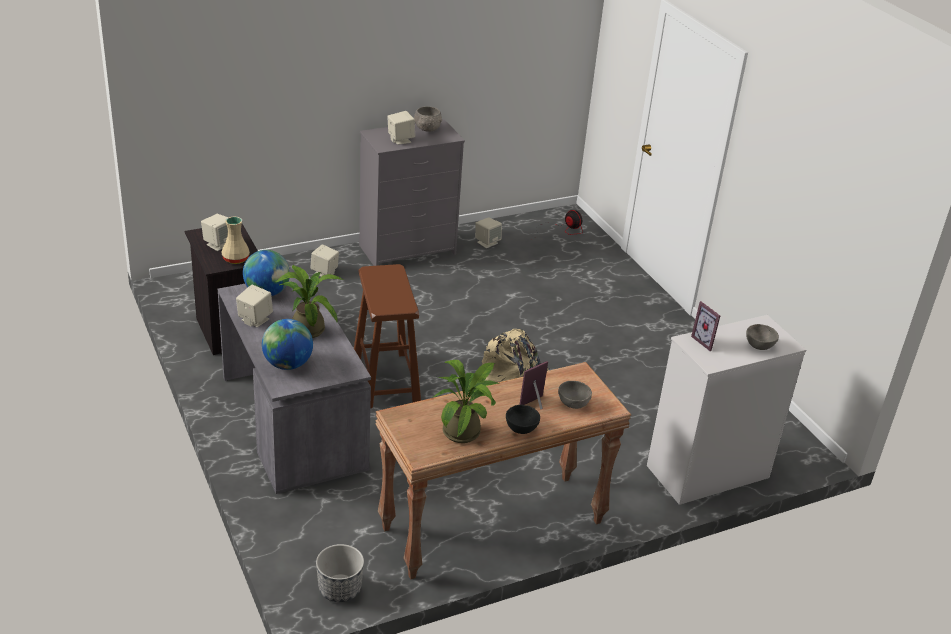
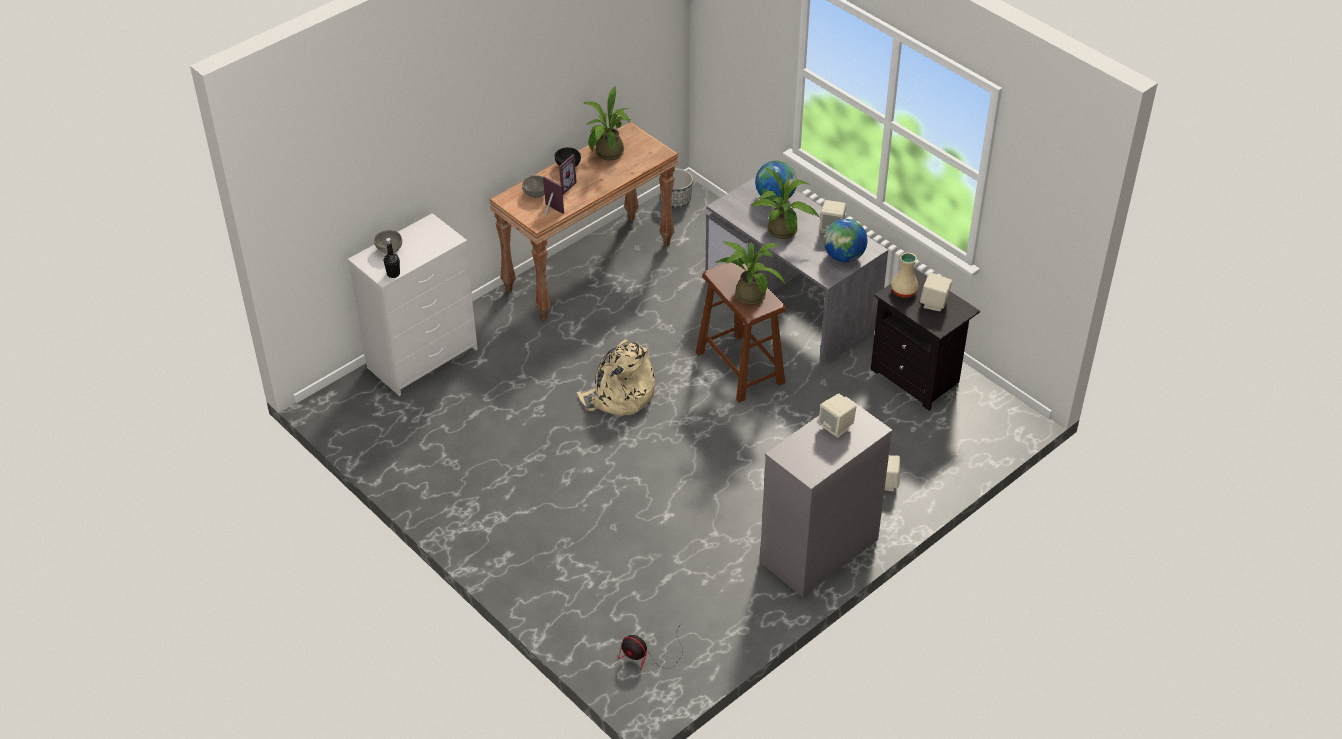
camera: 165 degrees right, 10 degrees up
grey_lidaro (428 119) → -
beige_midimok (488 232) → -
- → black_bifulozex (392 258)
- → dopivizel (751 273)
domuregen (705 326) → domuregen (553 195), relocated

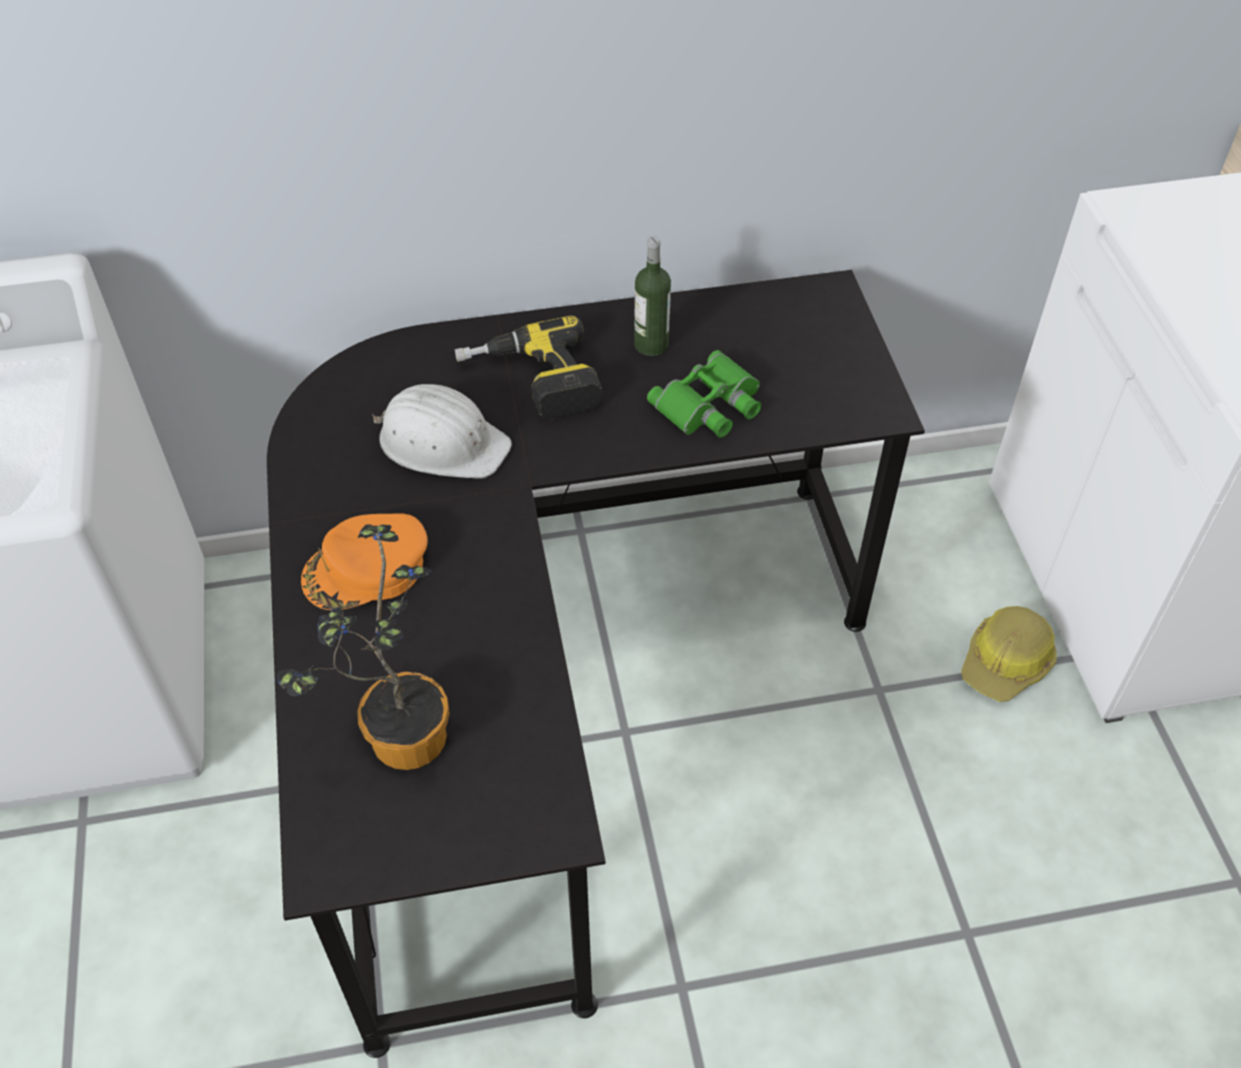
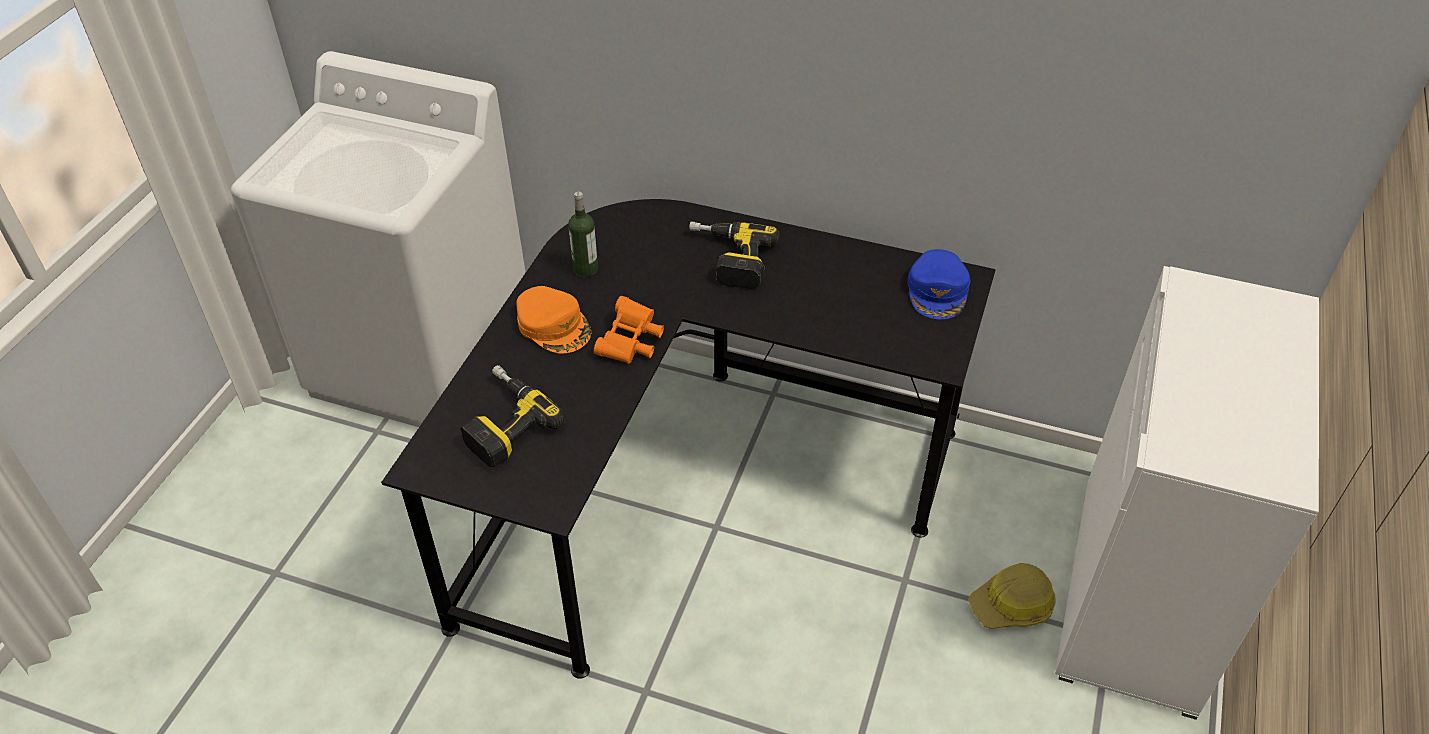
camera: 30 degrees right, 5 degrees down
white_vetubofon (442 431) → -
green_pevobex (704 394) → -
- → orange_pevobex (629 330)
- → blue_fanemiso (938 284)
bifulozex (652 296) → bifulozex (583 234), relocated
dopivizel (363 647) → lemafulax (512 416)
orange_fanemiso (364 561) → orange_fanemiso (553 320), 135 degrees counterclockwise

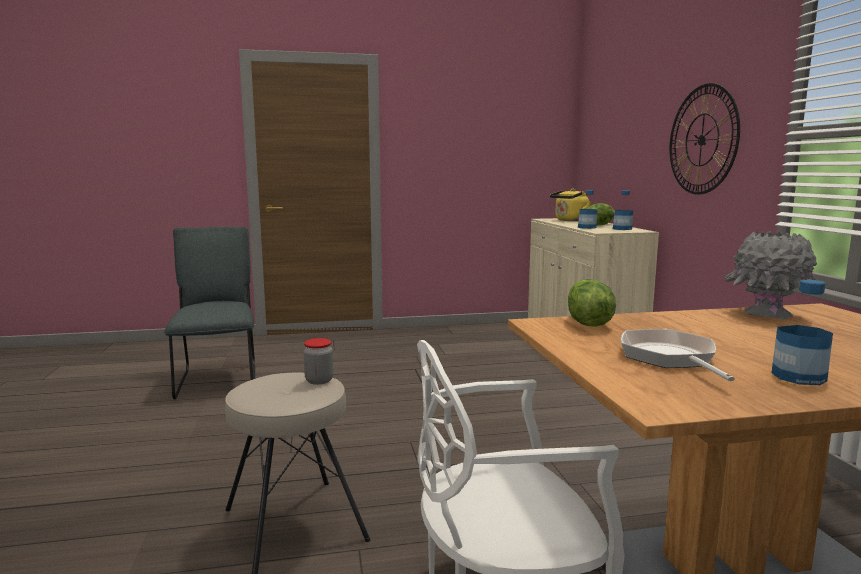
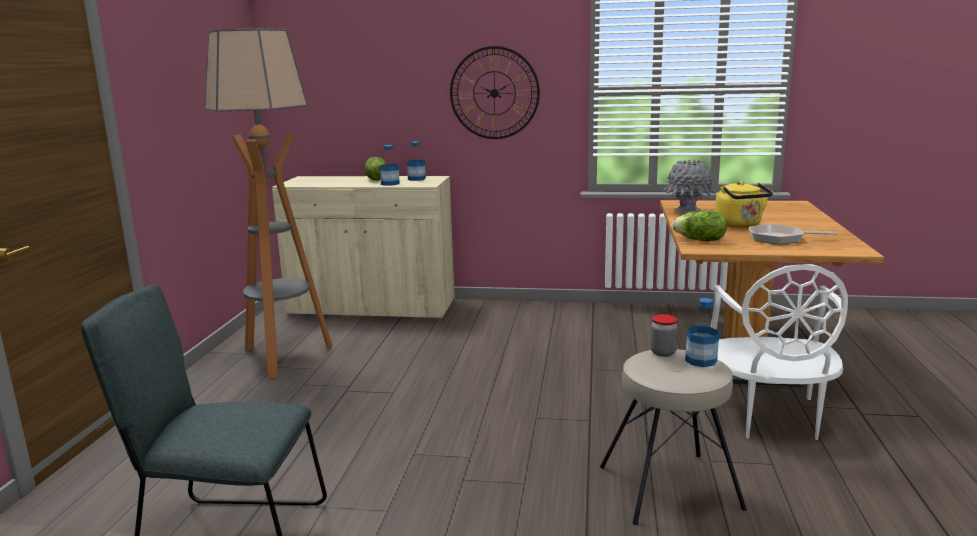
camera: 70 degrees left, 5 degrees up
- → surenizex (268 203)
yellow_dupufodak (570 205) → yellow_dupufodak (744 204), relocated
bifulozex (802 332) → bifulozex (702 332), relocated

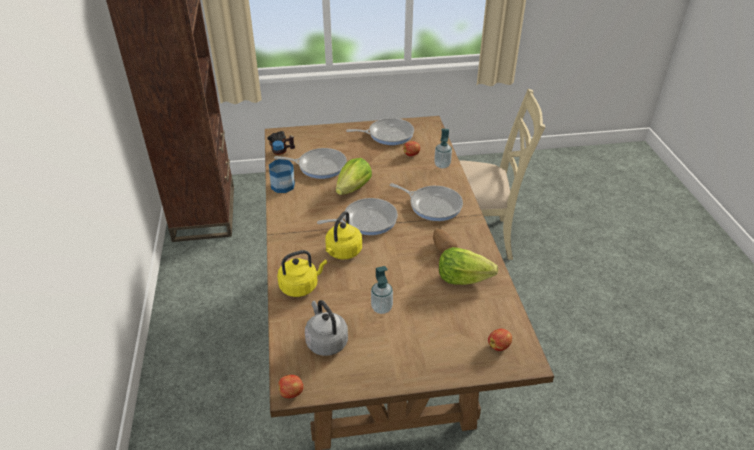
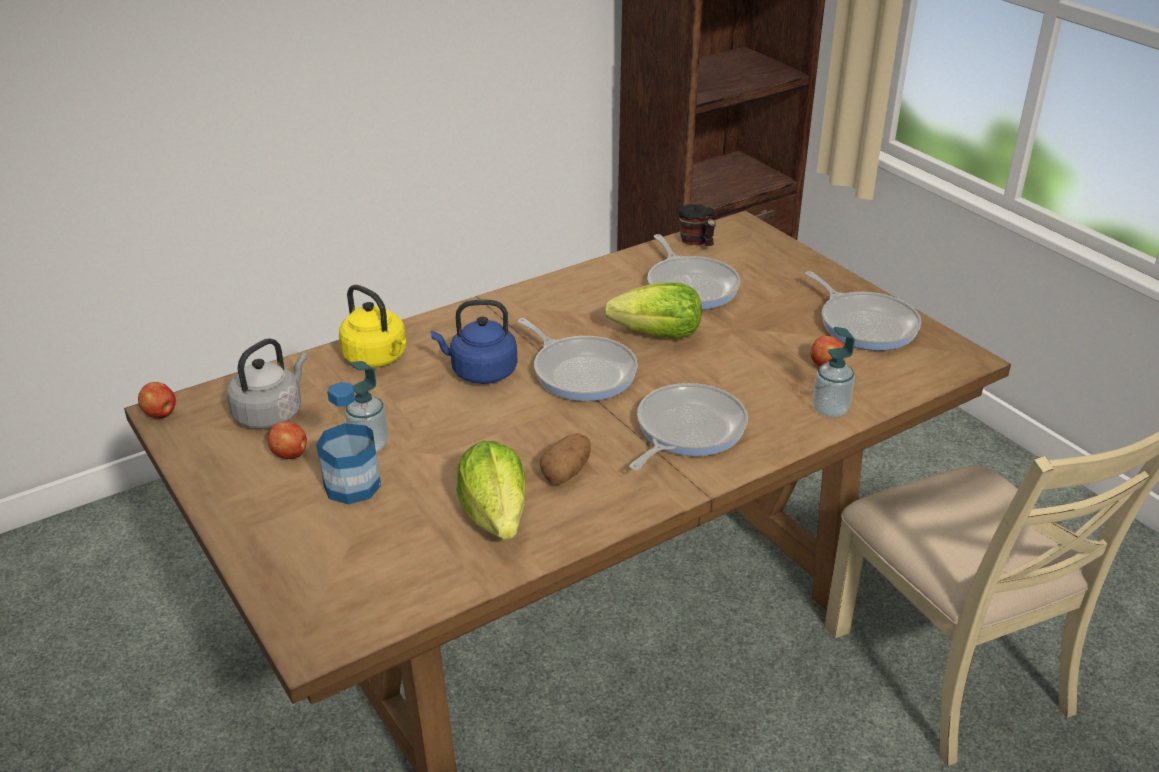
camera: 65 degrees right, 5 degrees down
bifulozex (282 166) → bifulozex (348 443), relocated
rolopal (500 340) → rolopal (287 440), relocated
yellow_dupufodak (343 235) → blue_dupufodak (474 342)
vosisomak (426 202) → vosisomak (688 427), 150 degrees counterclockwise

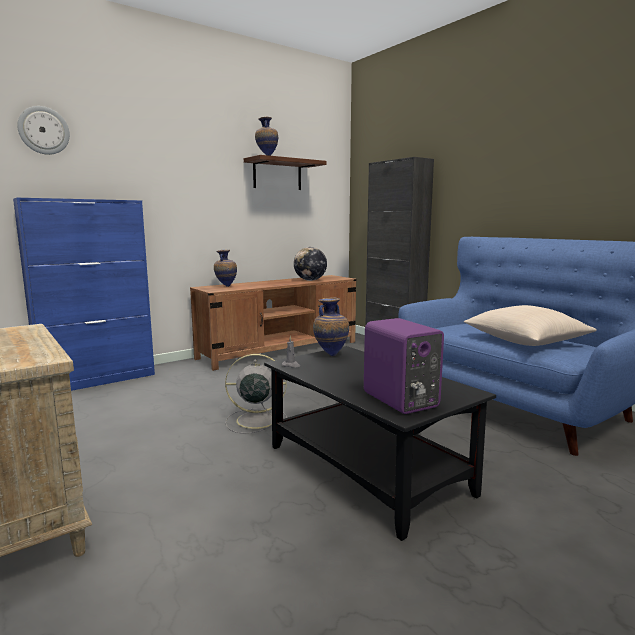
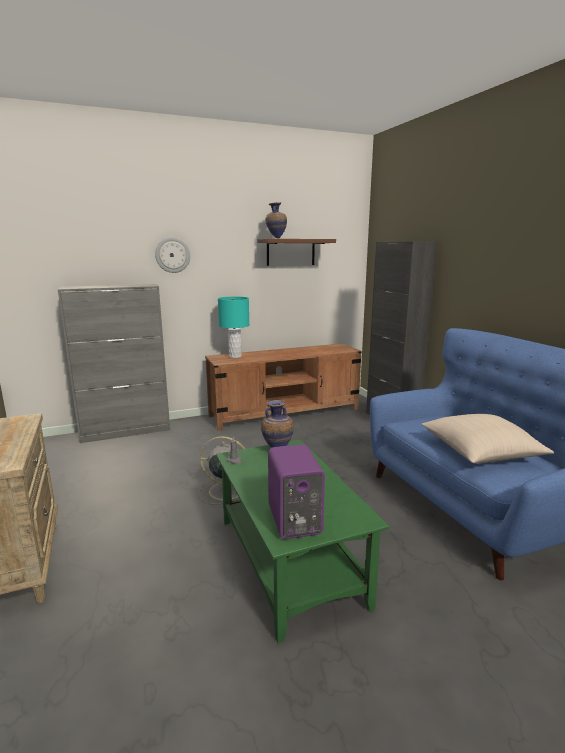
camera: 15 degrees right, 5 degrees up
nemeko (310 264) → -
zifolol (43 130) → zifolol (172 255), relocated
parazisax (225 268) → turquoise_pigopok (233 327)
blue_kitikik (84 294) → grey_kitikik (114 363)
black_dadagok (380 443) → green_dadagok (302 541)

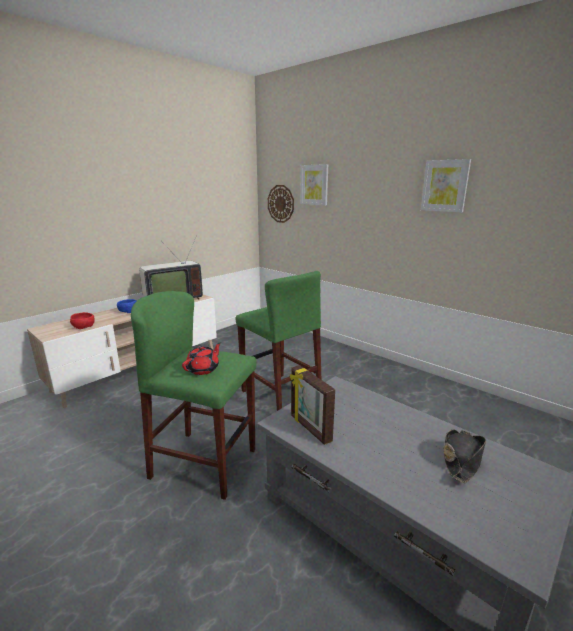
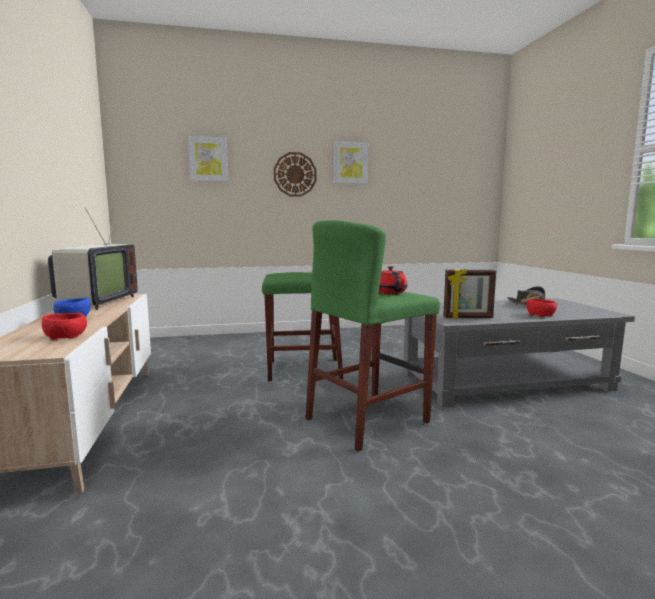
camera: 55 degrees left, 10 degrees down
- → red_lidaro (542 308)
zifolol (281 204) → zifolol (295 174), relocated

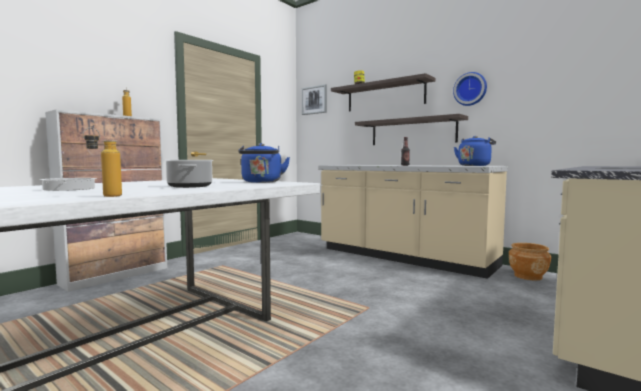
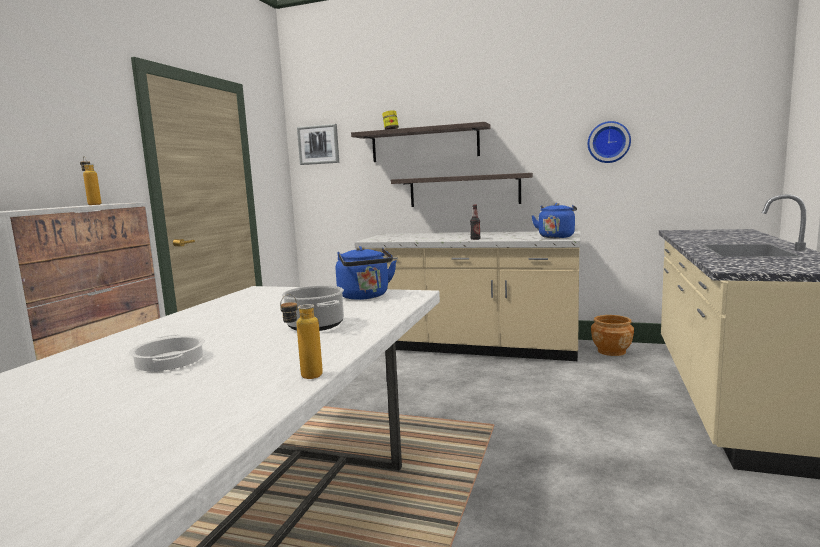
camera: 20 degrees left, 5 degrees up
zifolol (470 89) → zifolol (609 142), relocated

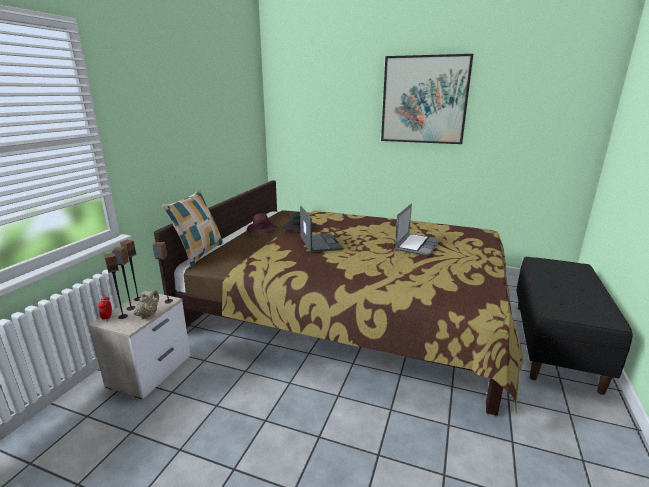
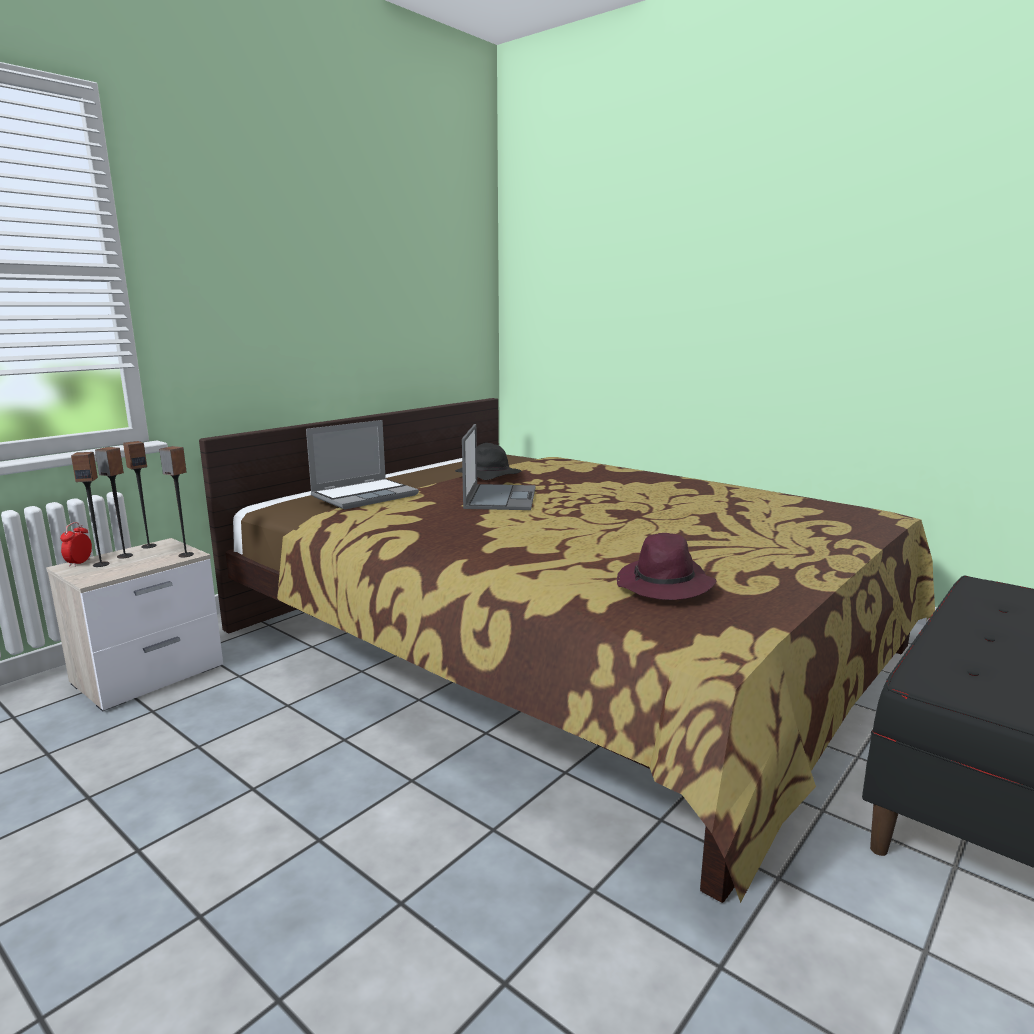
camera: 20 degrees right, 5 degrees down
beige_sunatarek (146 304) → -
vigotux (192 228) → -
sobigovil (427 99) → -
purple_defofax (262 223) → purple_defofax (667 566), relocated
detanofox (417 229) → detanofox (362 464), relocated

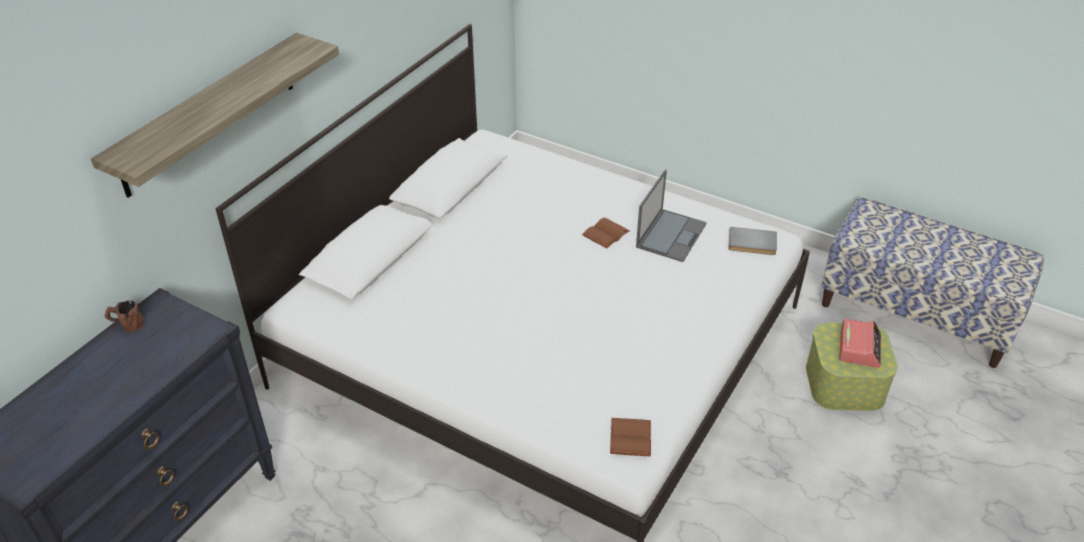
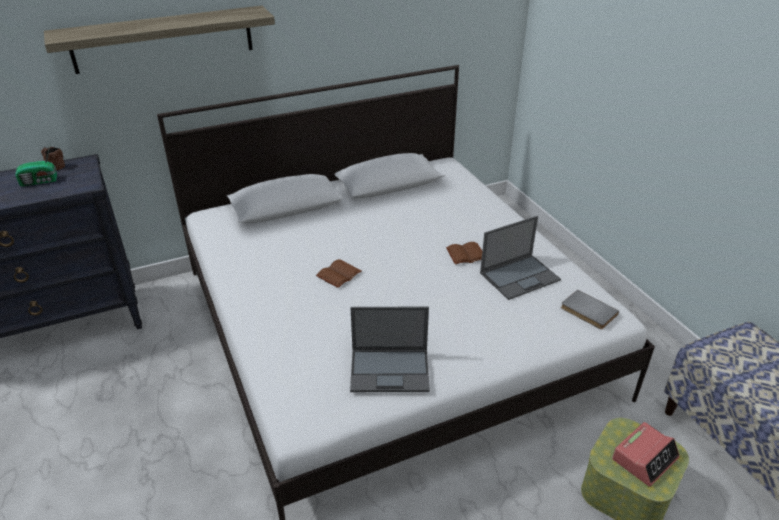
camera: 35 degrees right, 5 degrees down
- → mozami (36 166)
- → detanofox (390 349)
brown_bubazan (630 437) → brown_bubazan (339 273), relocated

